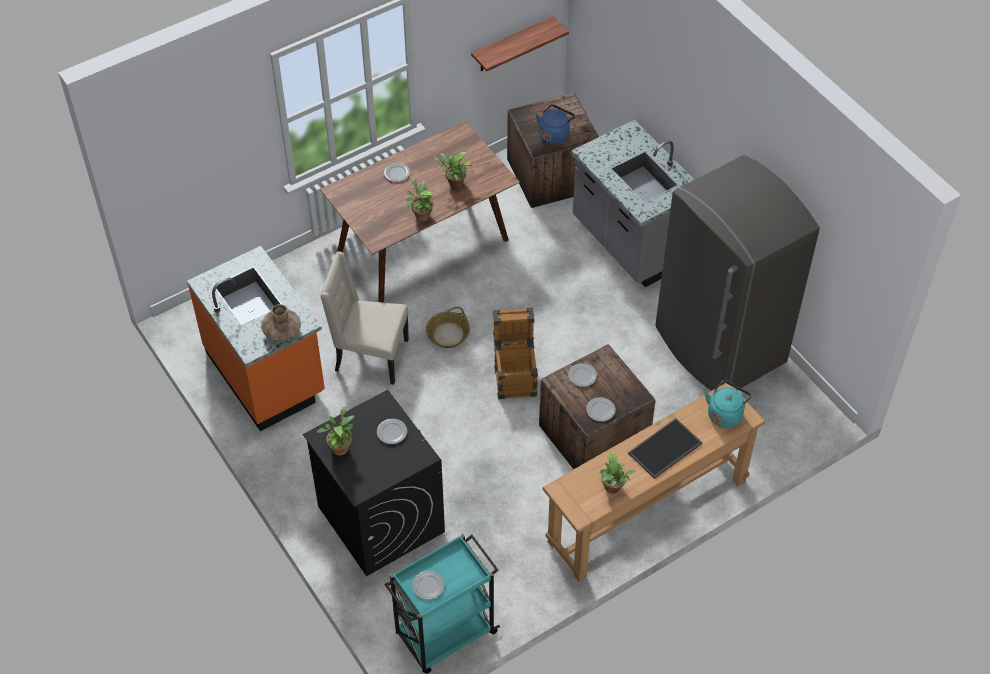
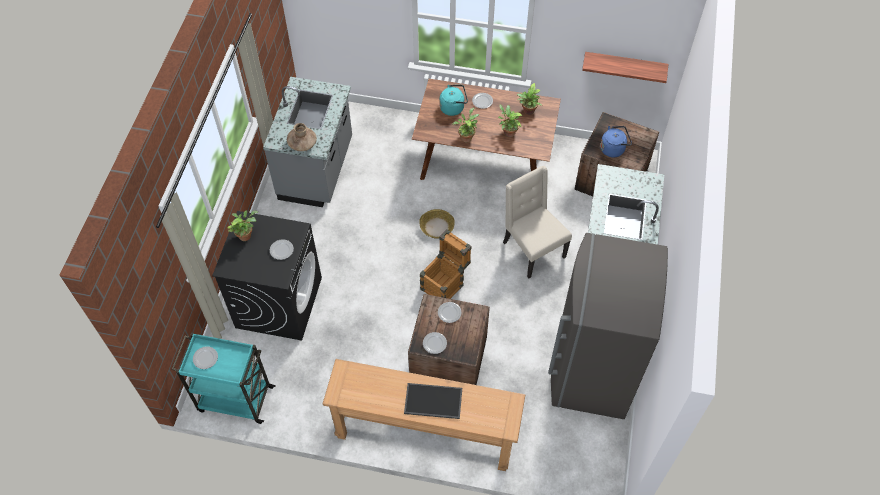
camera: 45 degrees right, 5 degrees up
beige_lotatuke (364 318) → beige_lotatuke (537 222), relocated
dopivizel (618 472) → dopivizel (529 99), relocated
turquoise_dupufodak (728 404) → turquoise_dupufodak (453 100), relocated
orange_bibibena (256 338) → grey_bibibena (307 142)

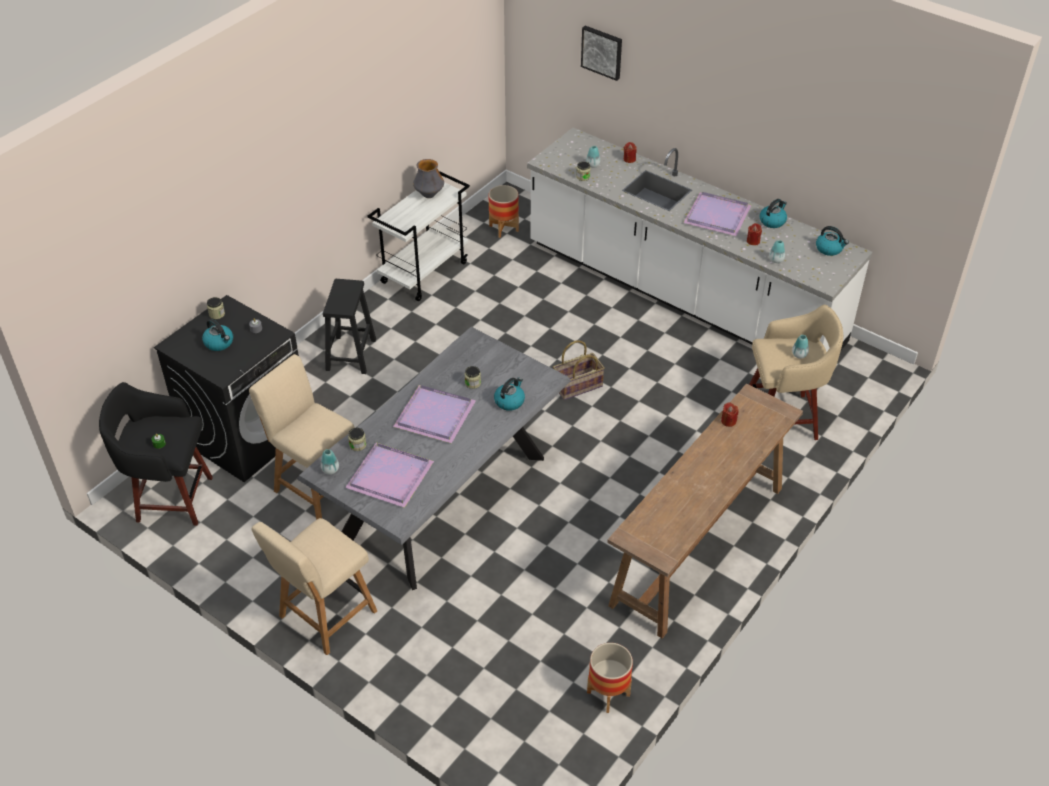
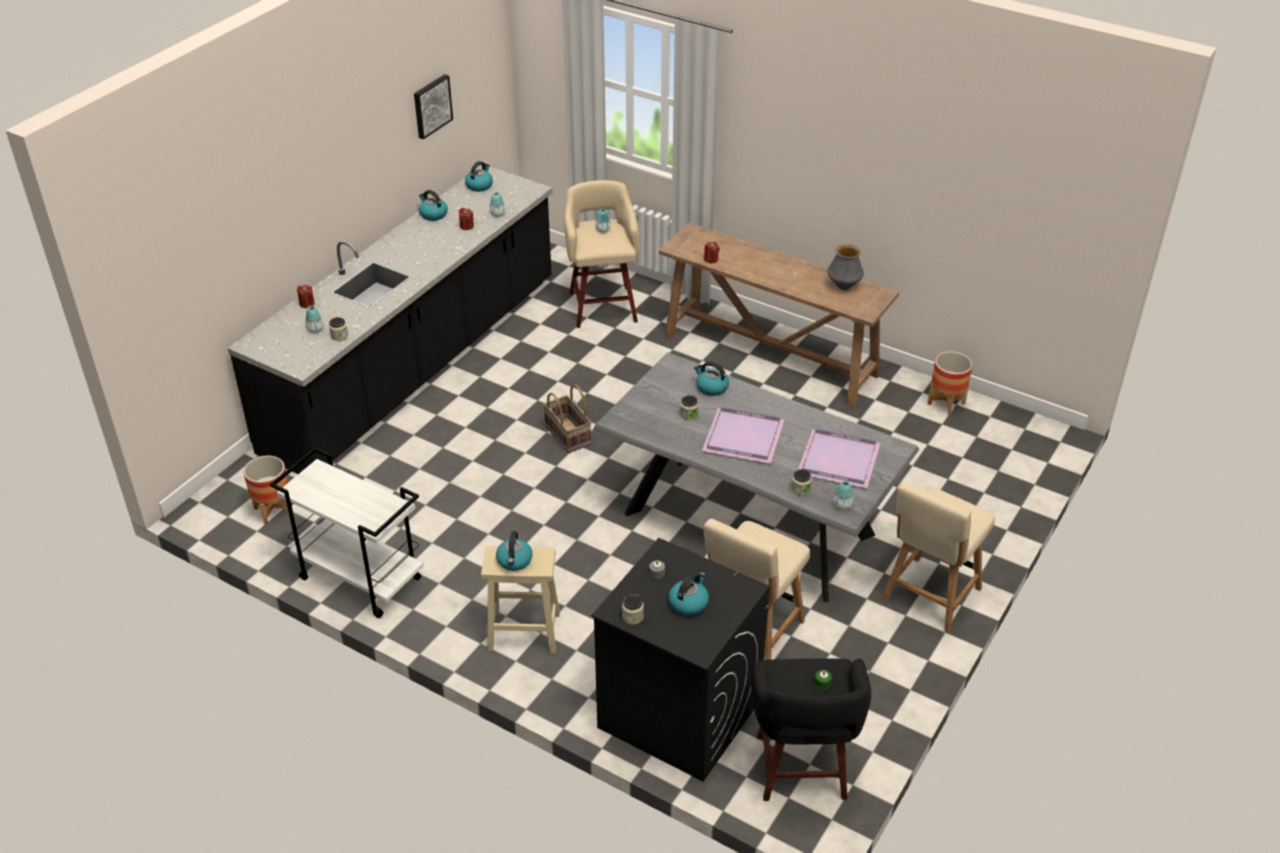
camera: 95 degrees left, 5 degrees down
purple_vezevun (717 214) → -
- → dupufodak (514 551)
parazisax (428 178) → parazisax (845 267), relocated
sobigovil (601 53) → sobigovil (433 106), relocated
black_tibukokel (349 326) → beige_tibukokel (520 599)
white_bibibena (700 240) → black_bibibena (390 320)
beige_lotatuke (314 586) → beige_lotatuke (938 557), 90 degrees clockwise

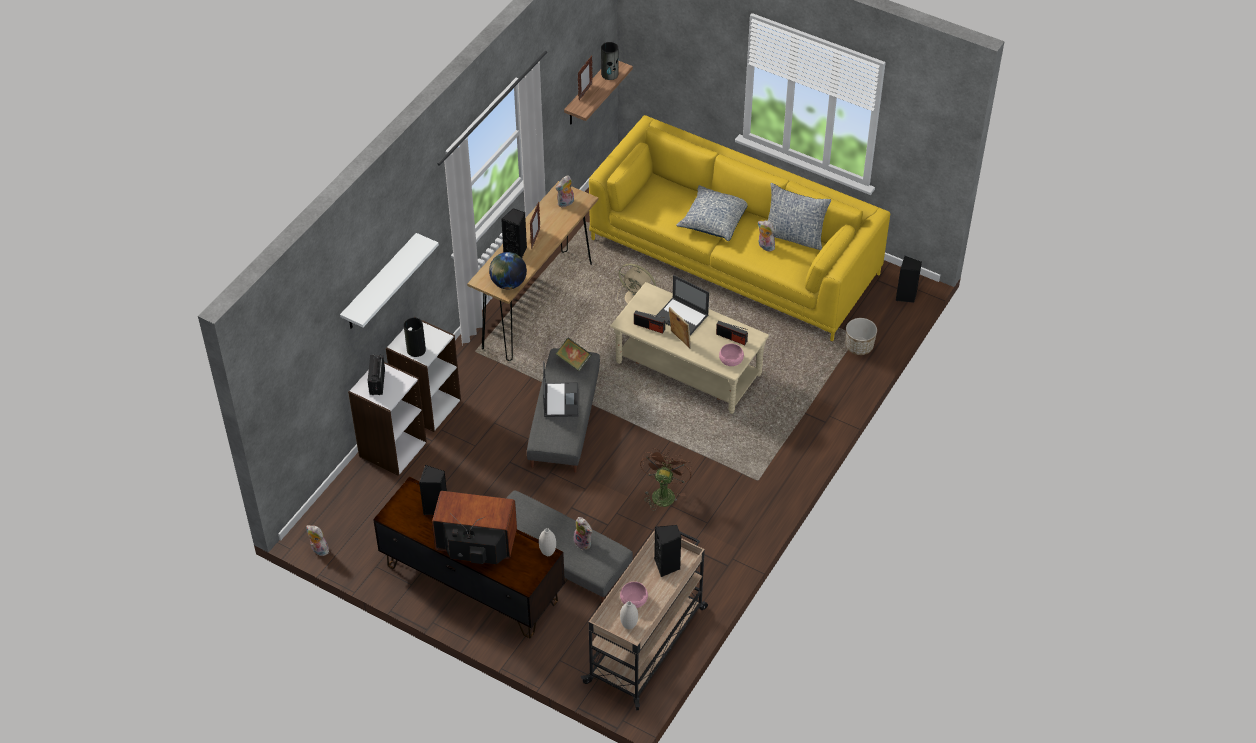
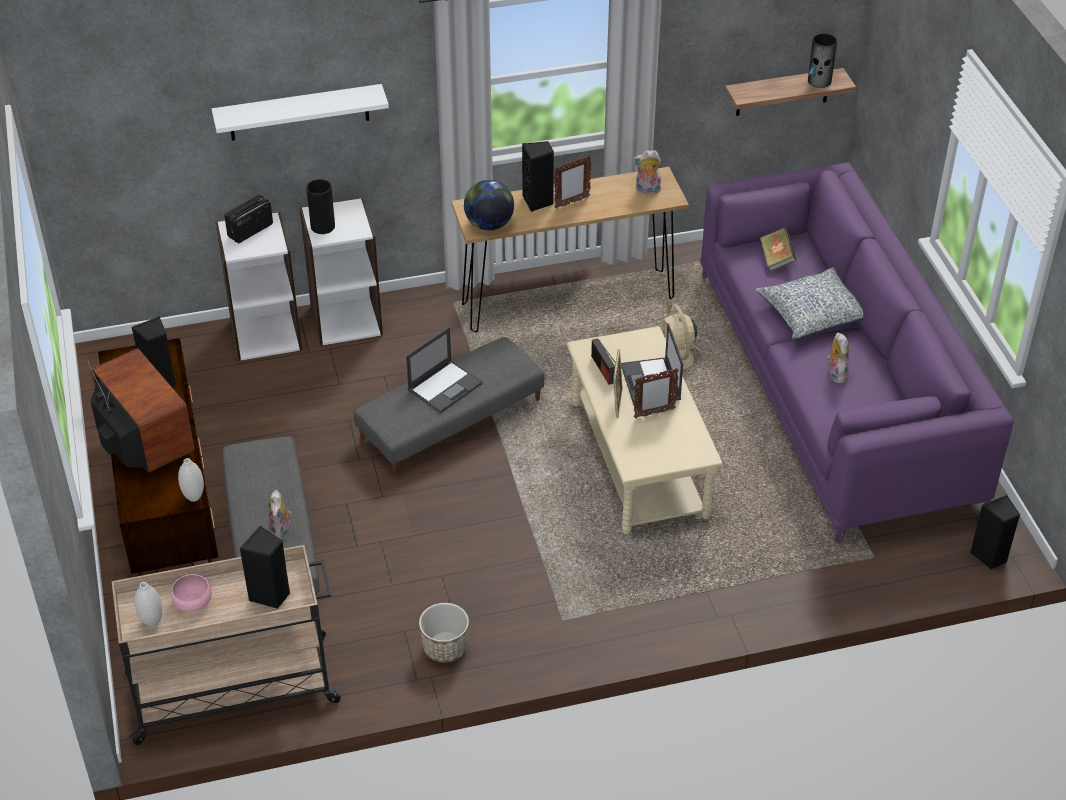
camera: 45 degrees right, 5 degrees down
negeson (317 540) → -
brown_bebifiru (666 479) → -
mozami (732 333) → -
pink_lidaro (731 355) → -
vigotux (799 216) → -
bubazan (574 354) → bubazan (778 249), relocated
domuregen (585 78) → domuregen (656 393), relocated
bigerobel (861 336) → bigerobel (444 633), relocated
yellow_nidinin (739 228) → purple_nidinin (857 352)

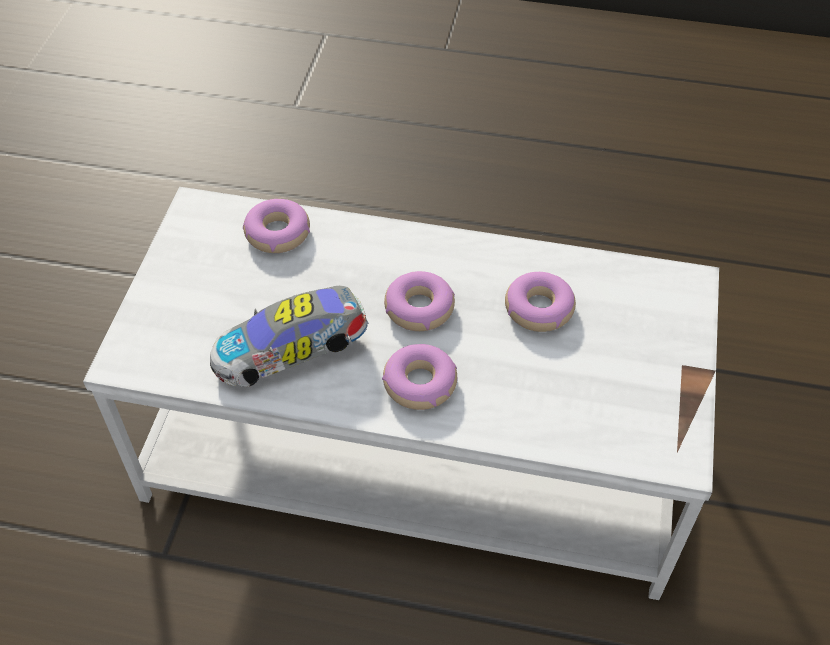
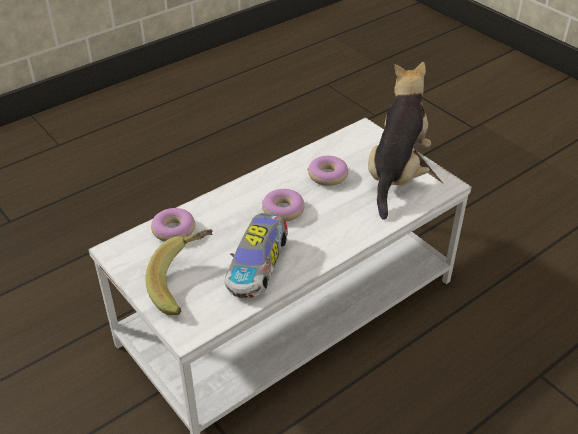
camera: 50 degrees left, 10 degrees down
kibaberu (419 377) → -
- → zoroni (179 272)
- → negeson (399 141)

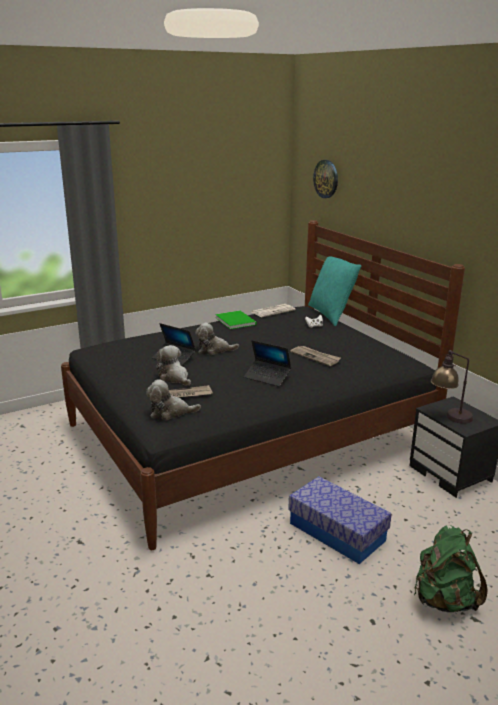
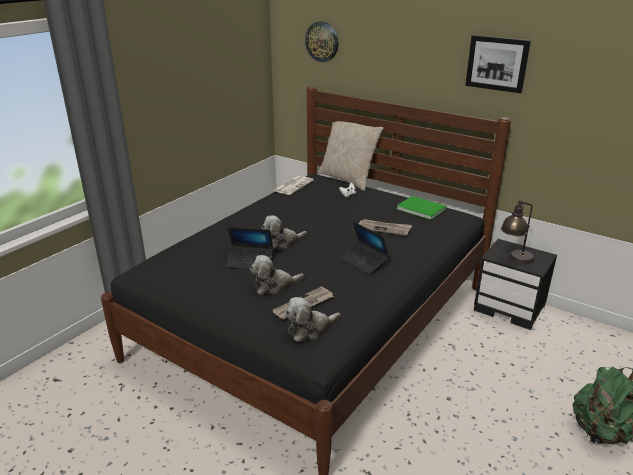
camera: 25 degrees left, 5 degrees up
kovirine (340 520) → -
- → sobigovil (498 64)
green_bubazan (236 320) → green_bubazan (422 208), relocated
turquoise_vigotux (334 291) → beige_vigotux (350 156)
negeson (173 365) → negeson (277 275), 45 degrees counterclockwise
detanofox (267 363) → detanofox (364 248), 45 degrees clockwise

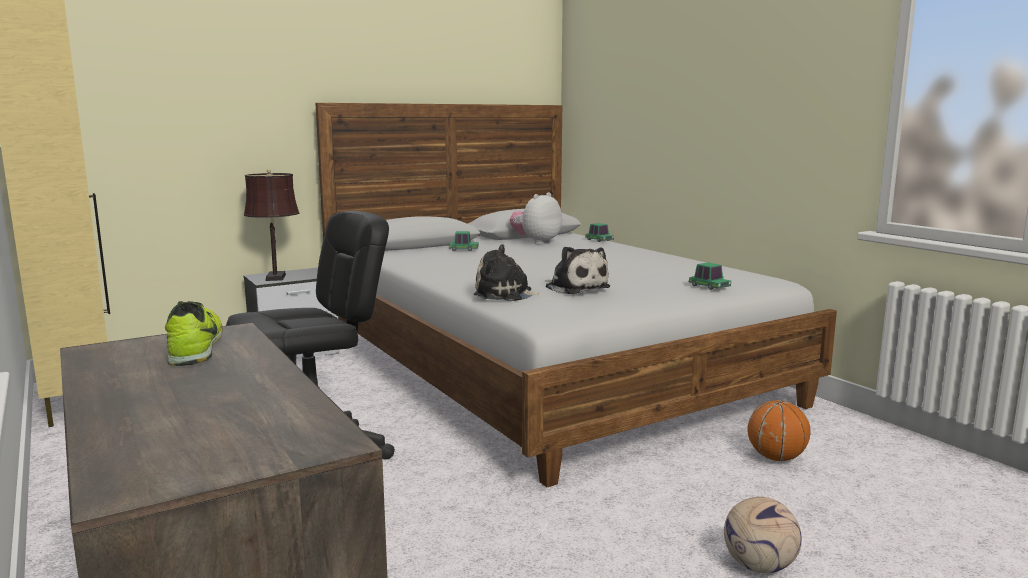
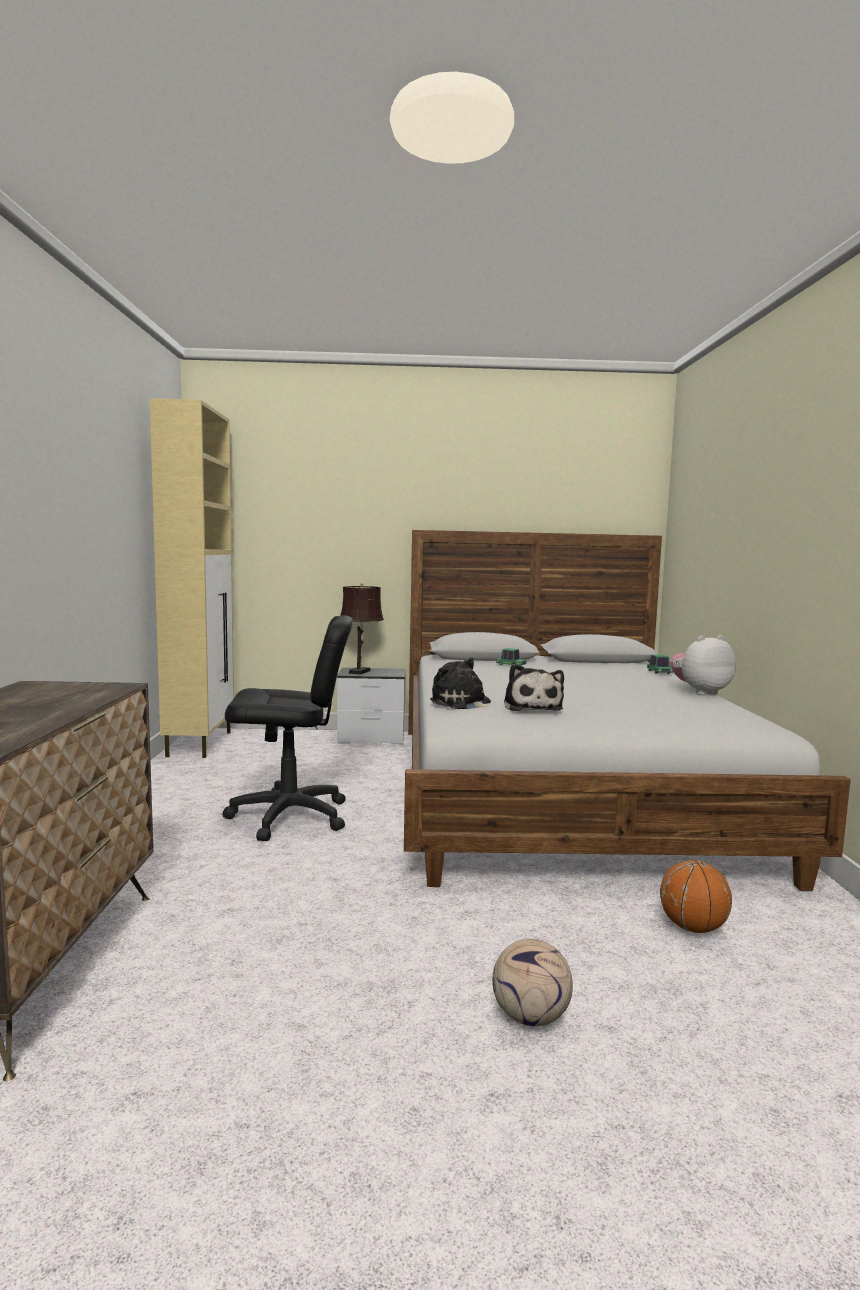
camera: 30 degrees right, 5 degrees down
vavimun (193 333) → -
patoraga (710 276) → -
negeson (536 218) → negeson (703 665), relocated

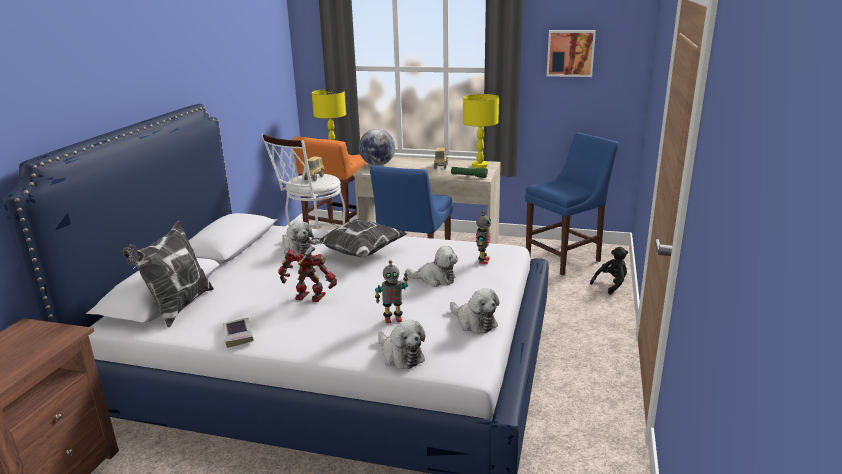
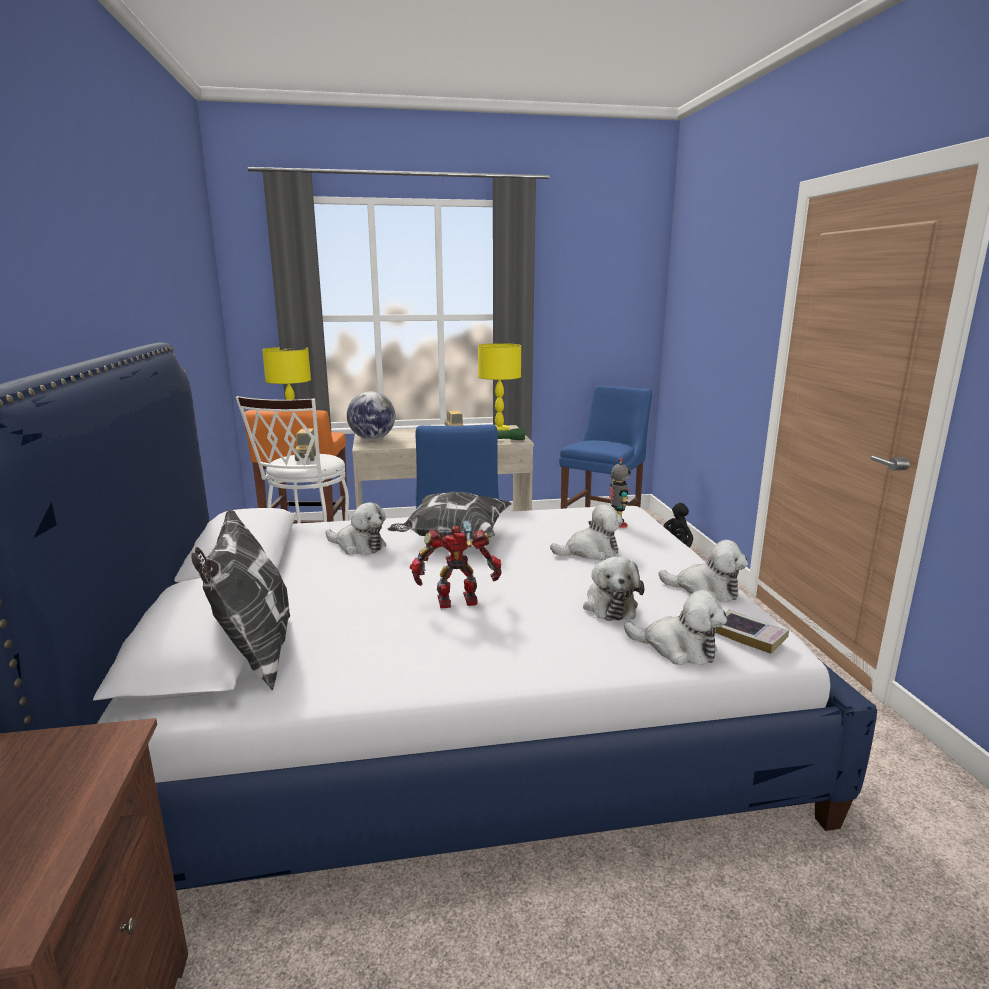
camera: 25 degrees left, 5 degrees down
sobigovil (571 53) → -
bubazan (238 333) → bubazan (752 632), relocated
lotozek (391 291) → negeson (613 589)

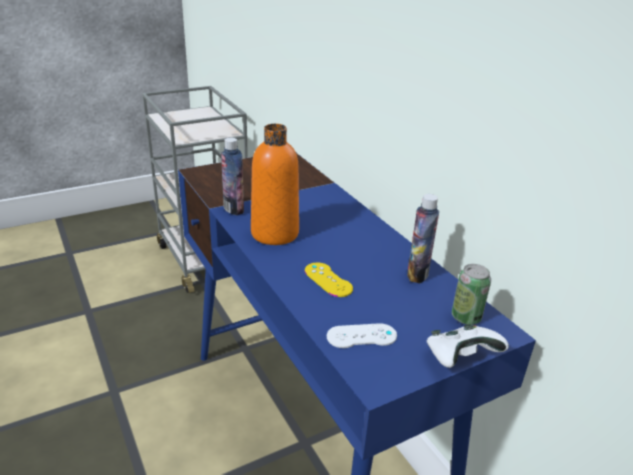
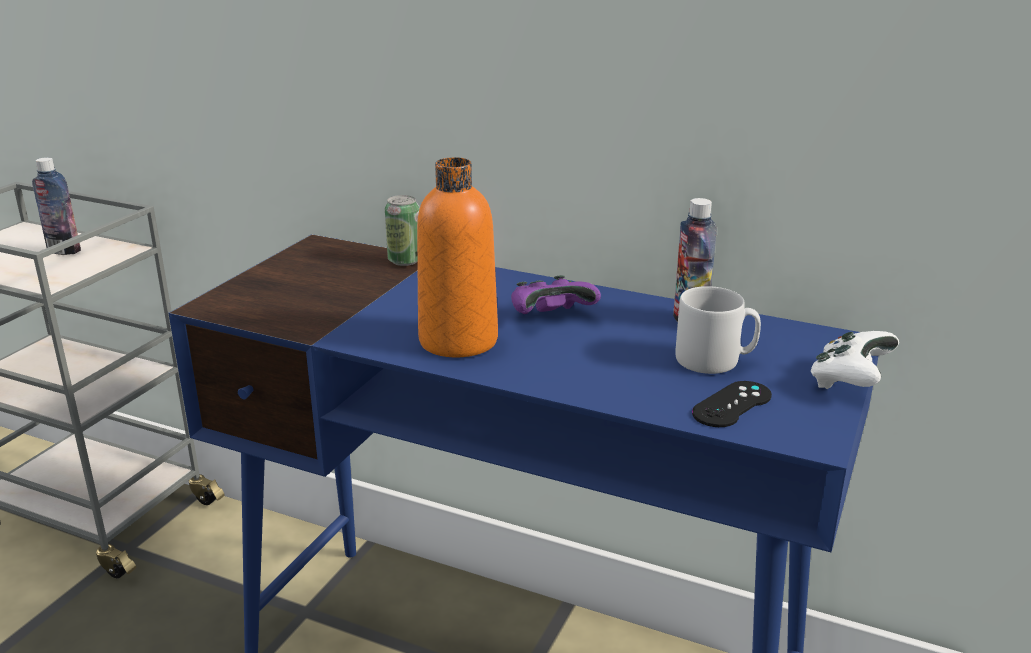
camera: 35 degrees left, 5 degrees down
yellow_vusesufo (329 279) → -
- → purple_vusesufo (556 294)
- → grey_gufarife (718 330)
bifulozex (232 176) → bifulozex (56 206), relocated
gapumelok (471 294) → gapumelok (402 230), relocated
white_vusesufo (362 335) → black_vusesufo (732 404)

